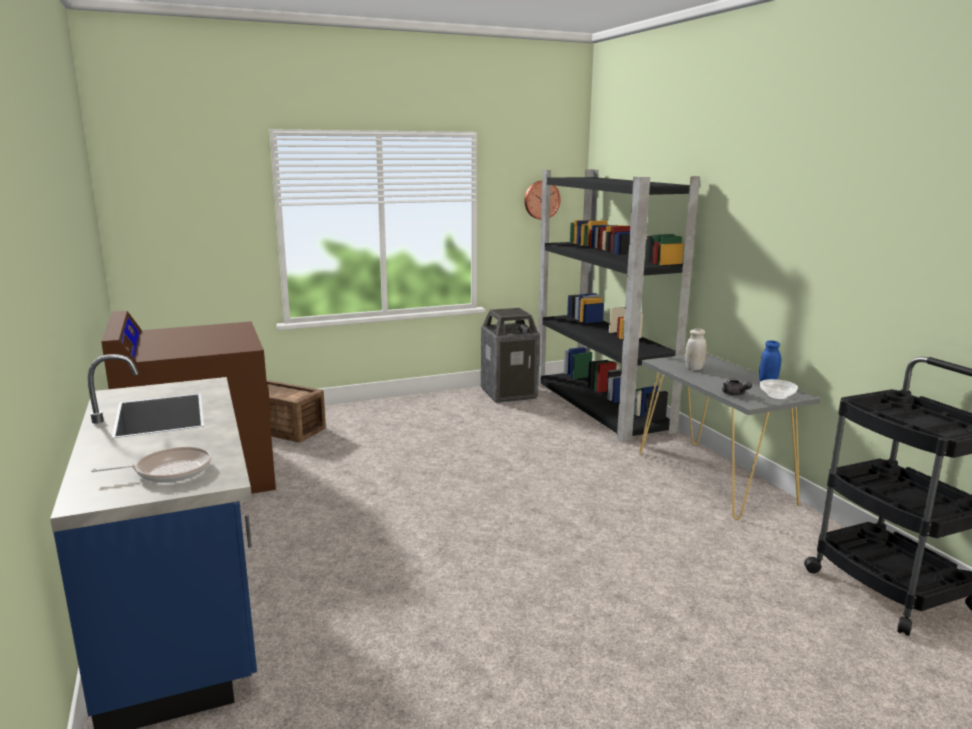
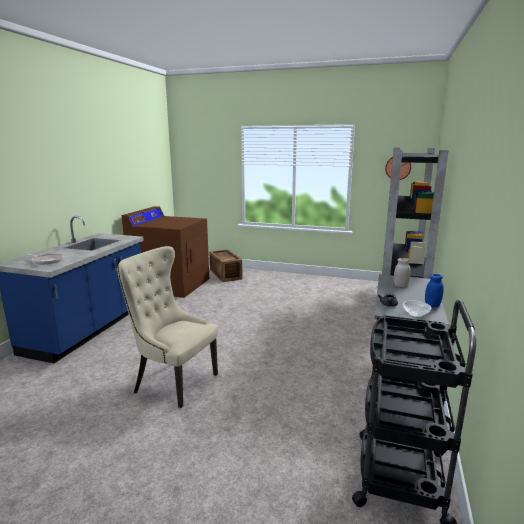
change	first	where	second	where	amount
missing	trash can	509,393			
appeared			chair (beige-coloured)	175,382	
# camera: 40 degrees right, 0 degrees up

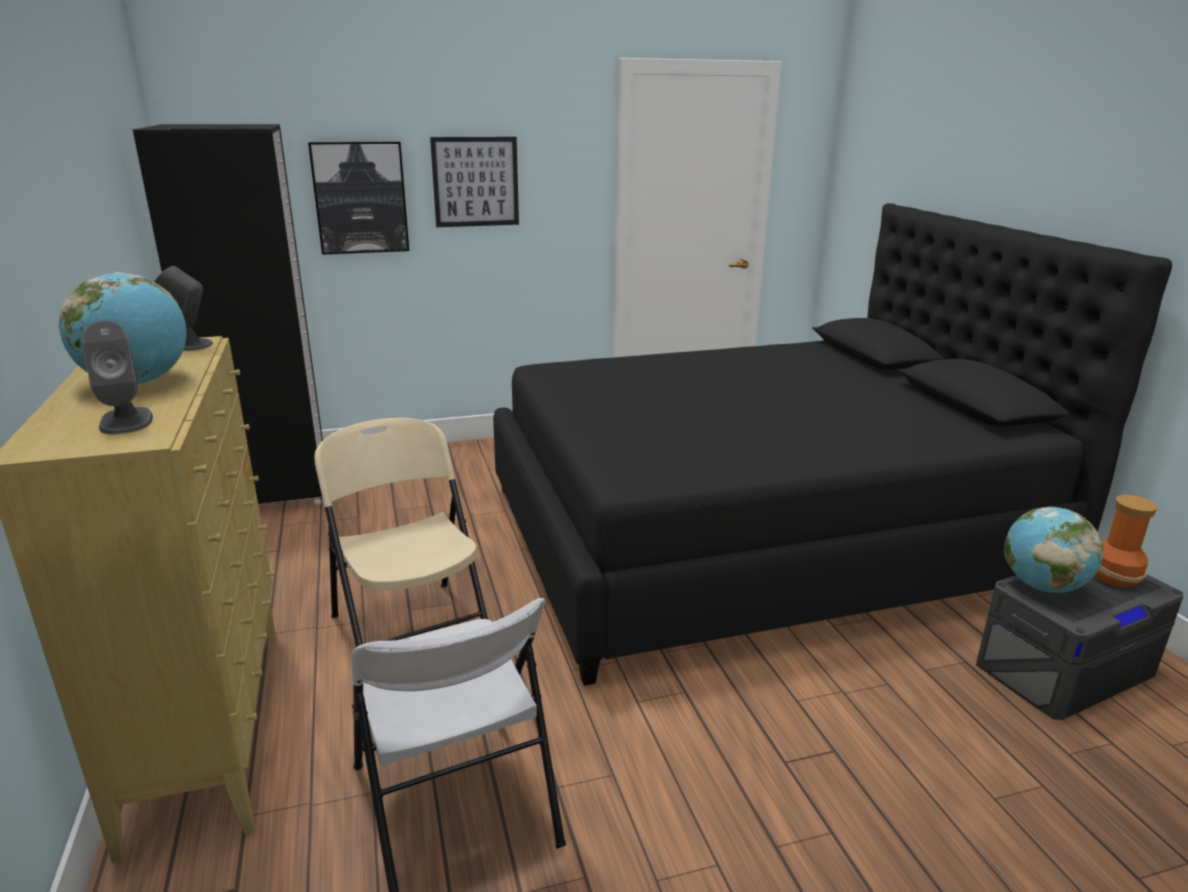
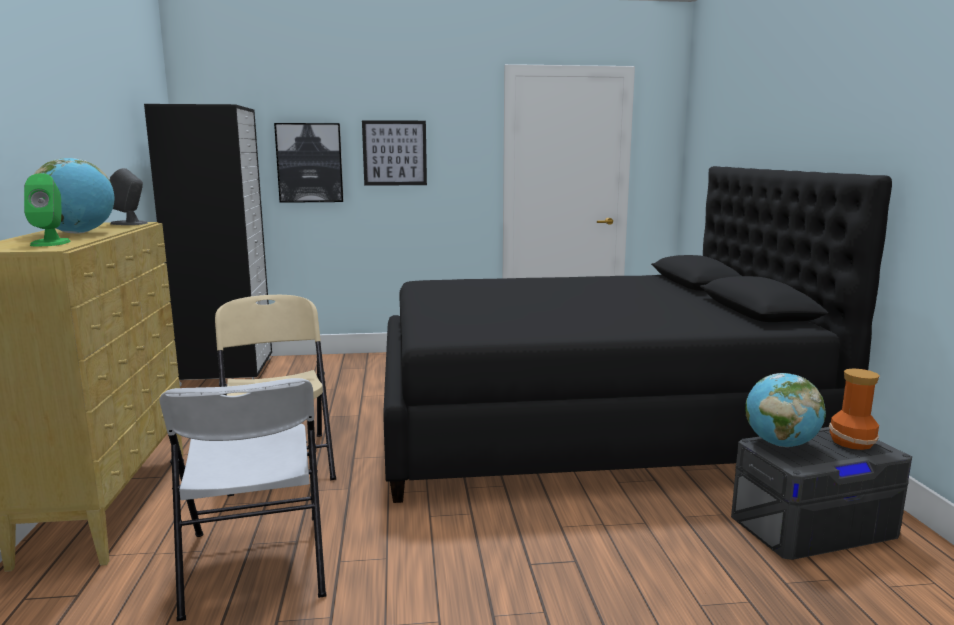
change	first	where	second	where	amount
colour	speaker (grey)	126,421	speaker (green)	50,243	
# camera: 10 degrees right, 10 degrees down

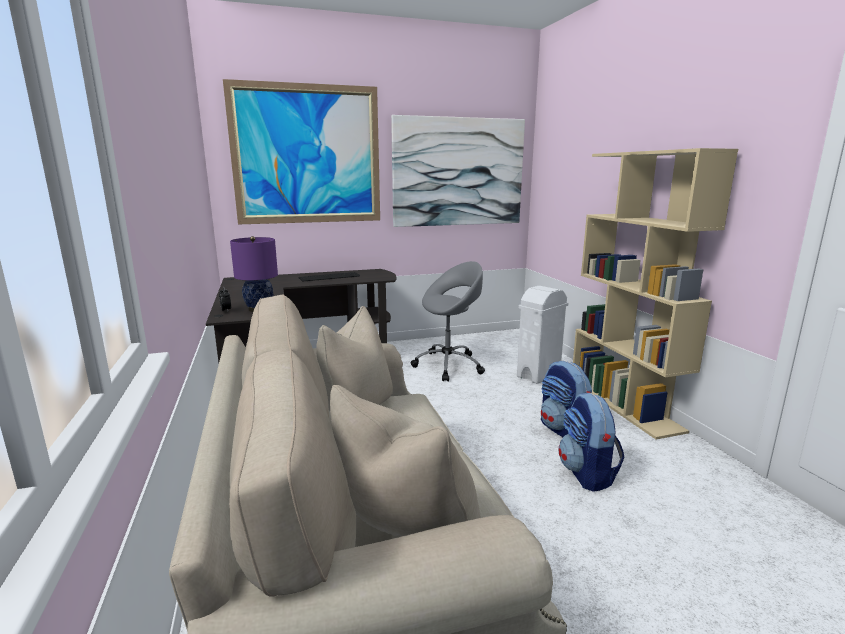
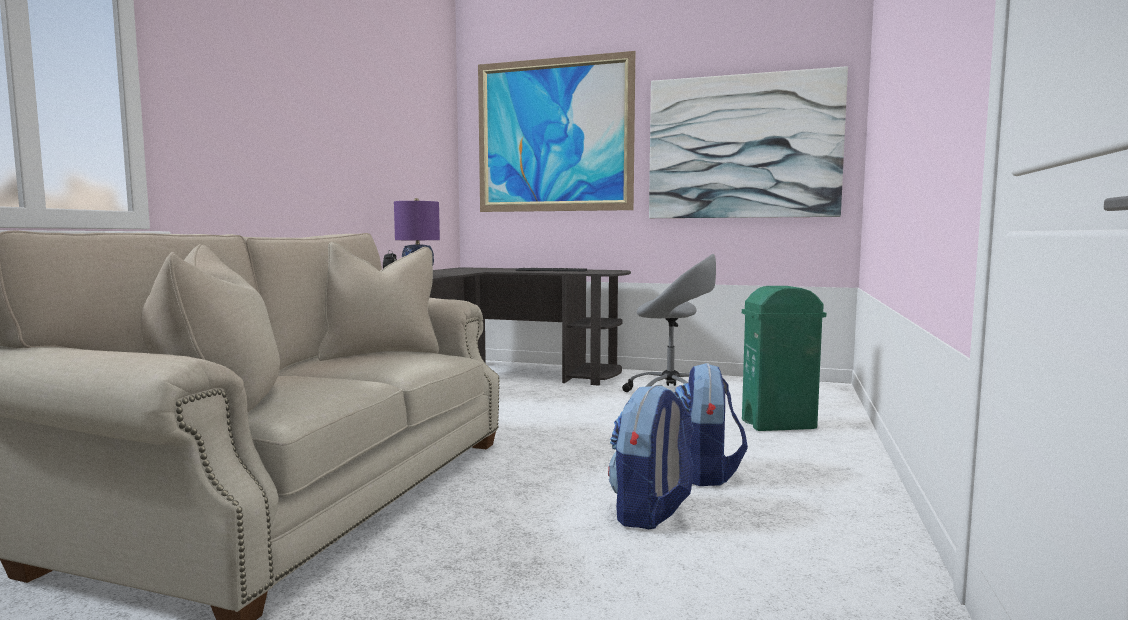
change	first	where	second	where	amount
missing	bookcase (beige-coloured)	624,404			
colour	trash can (whitish)	539,375	trash can (green)	779,425	
# camera: 35 degrees right, 10 degrees down

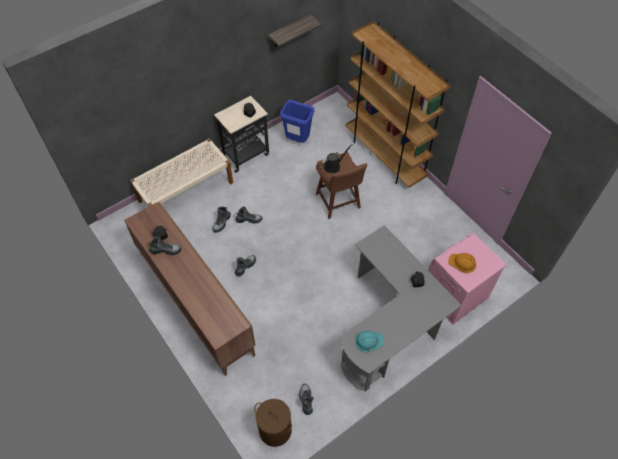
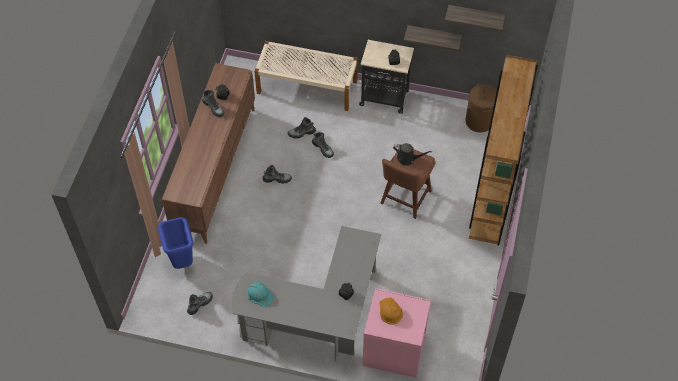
change	first	where	second	where	amount
appeared			bracket shelf	434,36	
relocated	hamper (brown)	275,430		479,121	
relocated	trash can (blue)	297,140		182,261	
# camera: 50 degrees right, 0 degrees up

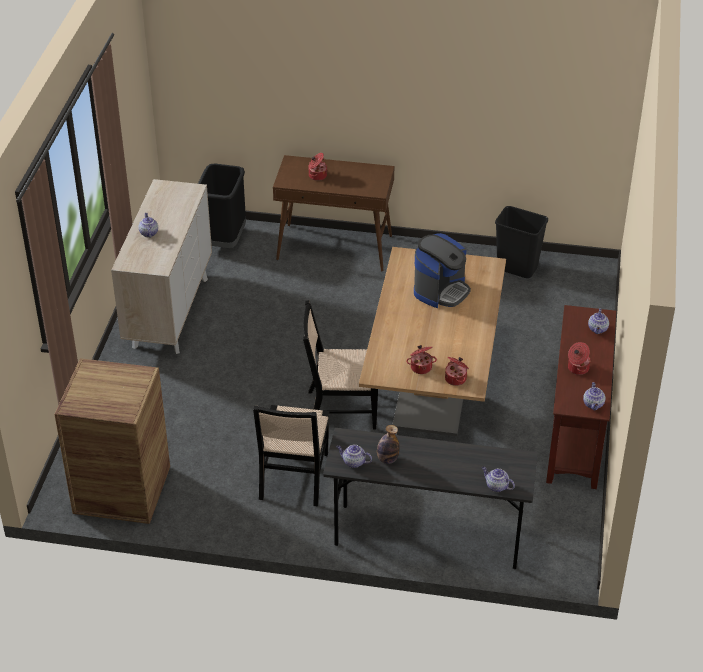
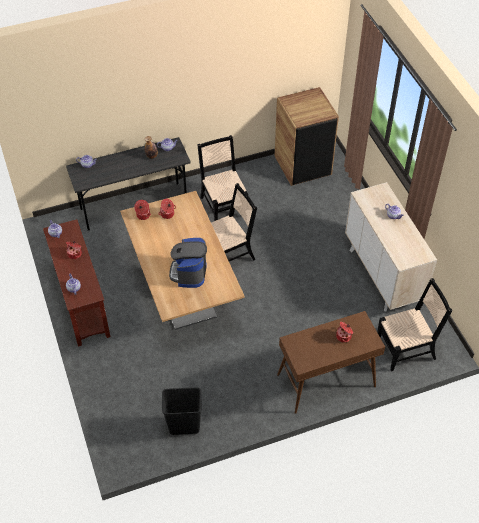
change	first	where	second	where	amount
exchanged	trash can (blackish)	223,240	chair	405,350	
# camera: 150 degrees right, 10 degrees up

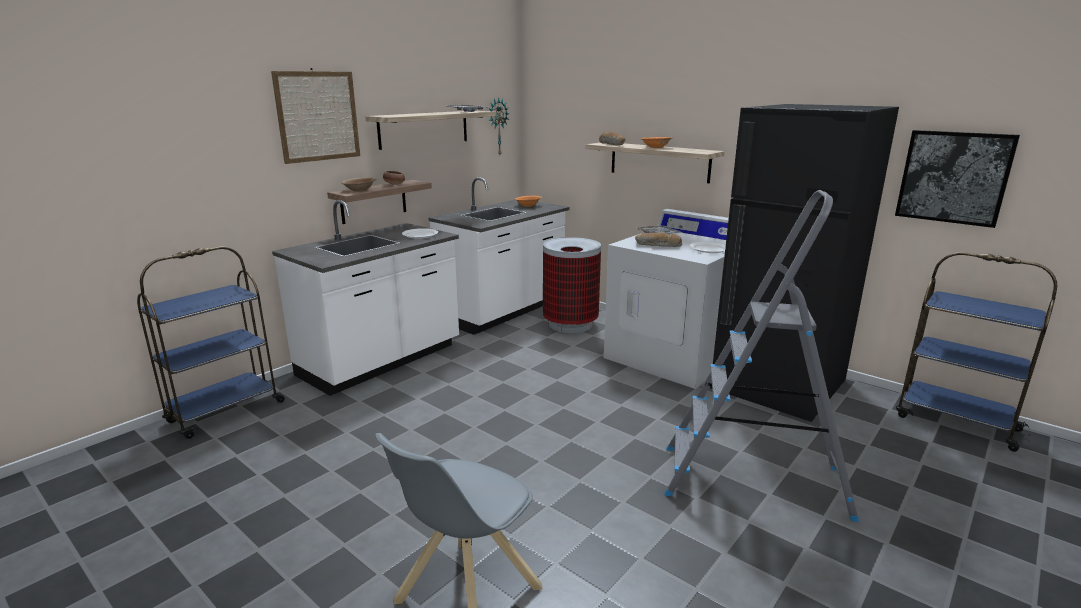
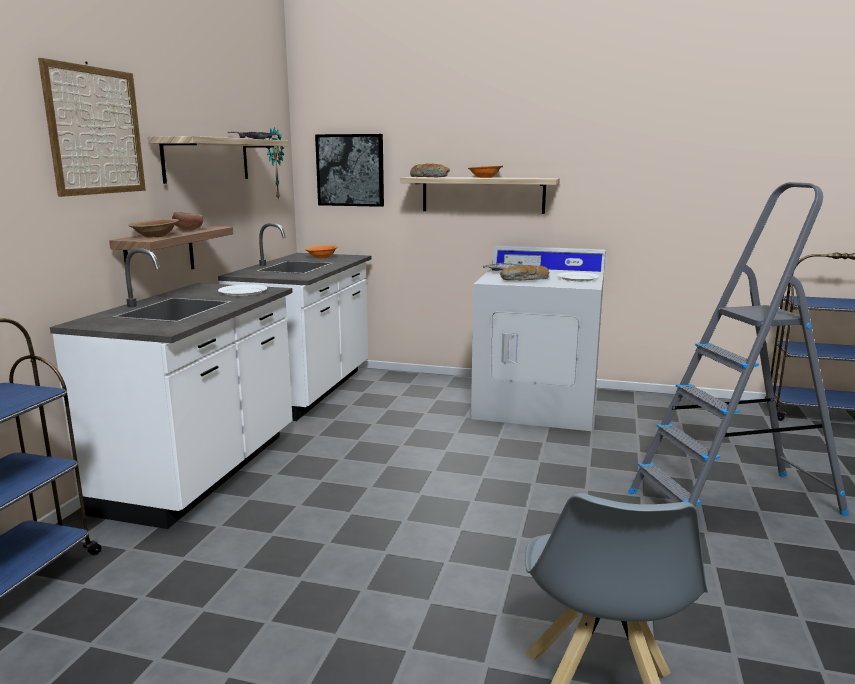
change	first	where	second	where	amount
missing	trash can	570,324			
missing	fridge (blackish)	780,384			
relocated	picture	953,177		350,170	
# camera: 25 degrees left, 5 degrees down

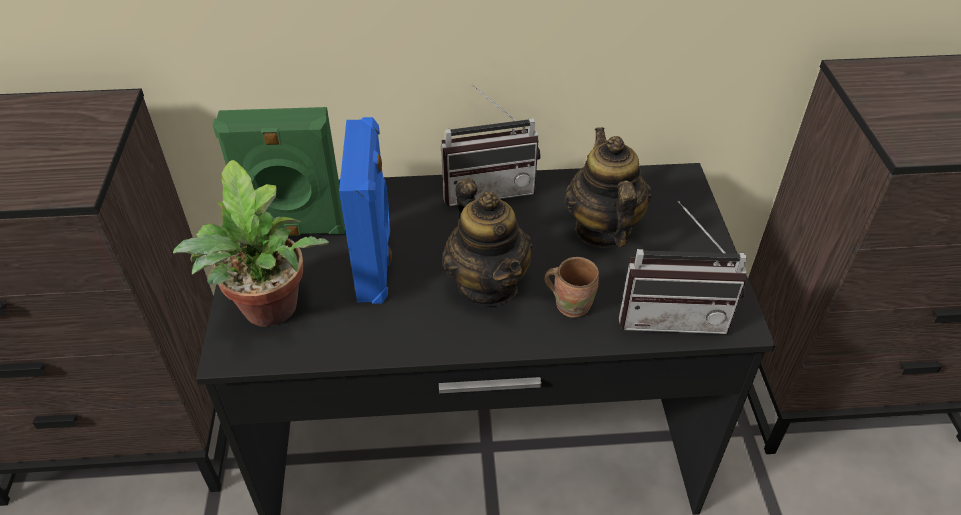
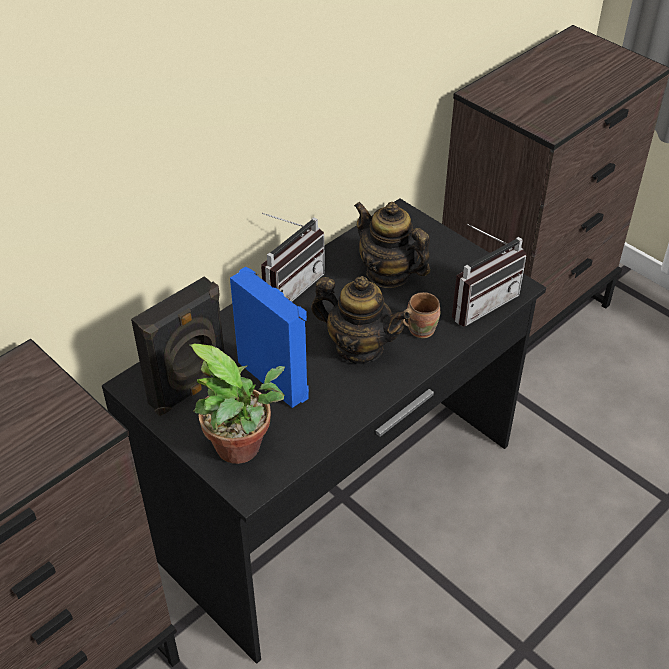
change	first	where	second	where	amount
colour	speaker (green)	295,230	speaker (blackish)	190,390	
# camera: 40 degrees left, 0 degrees up

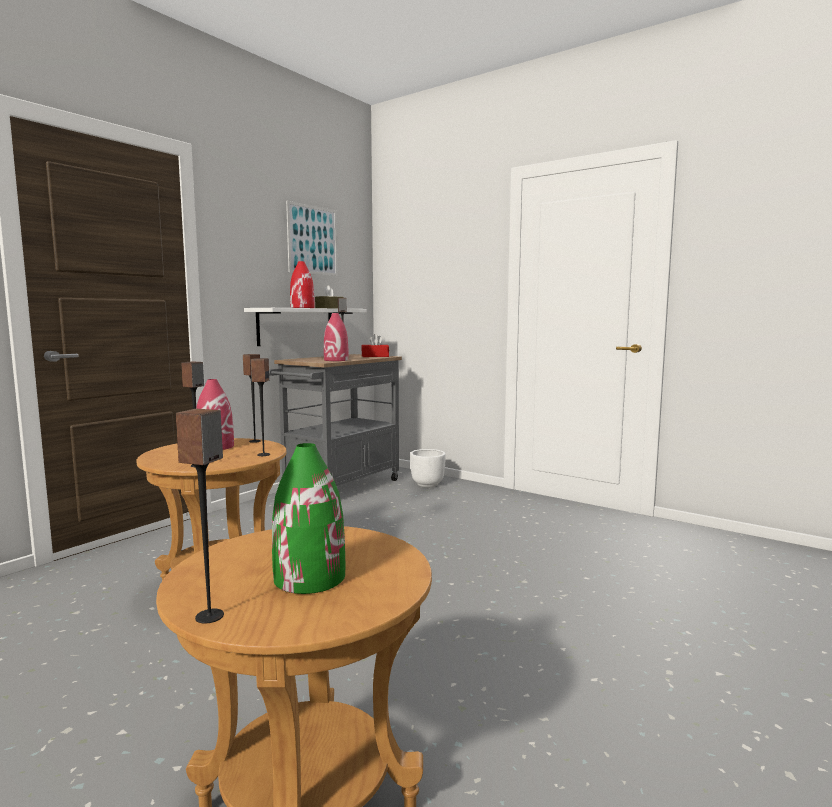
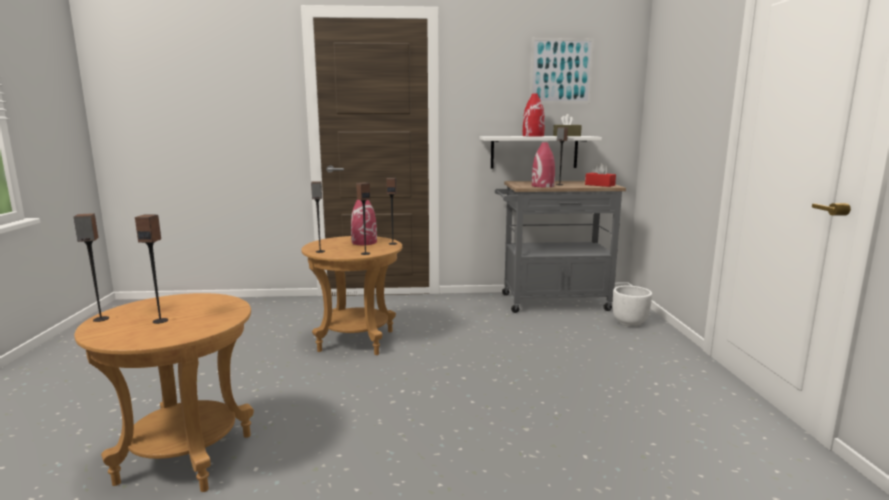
change	first	where	second	where	amount
exchanged	flower vase (green)	309,577	speaker	160,321	
# camera: 50 degrees right, 5 degrees up

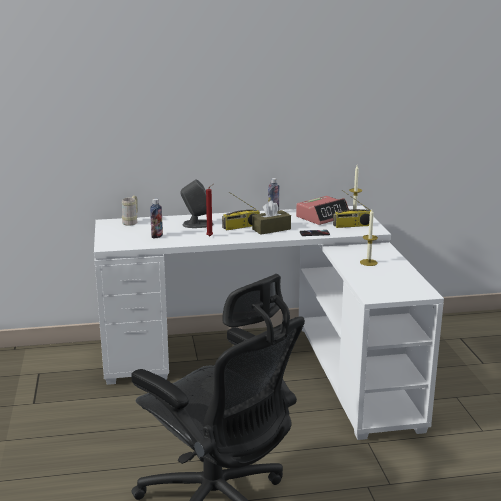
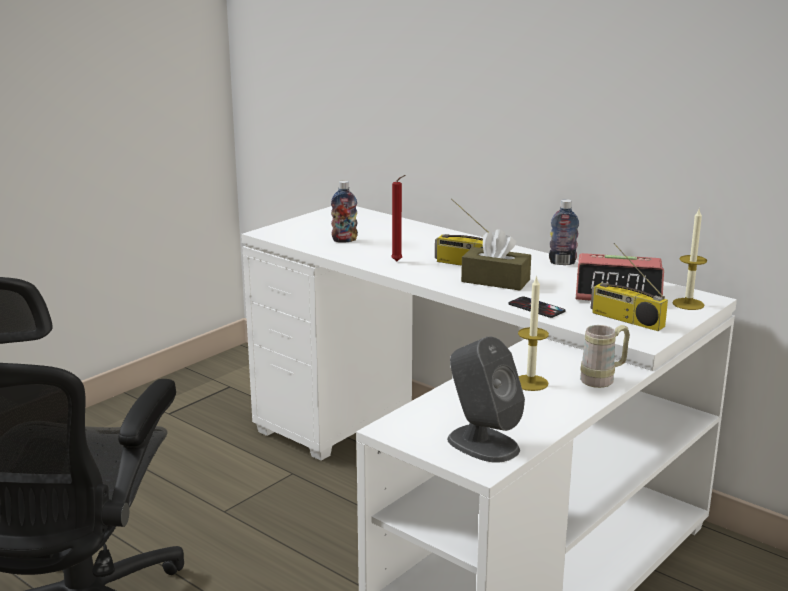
change	first	where	second	where	amount
relocated	coffee mug (beige-coloured)	131,222		603,380	
relocated	speaker (grey)	197,224		482,444	
# camera: 50 degrees right, 0 degrees up

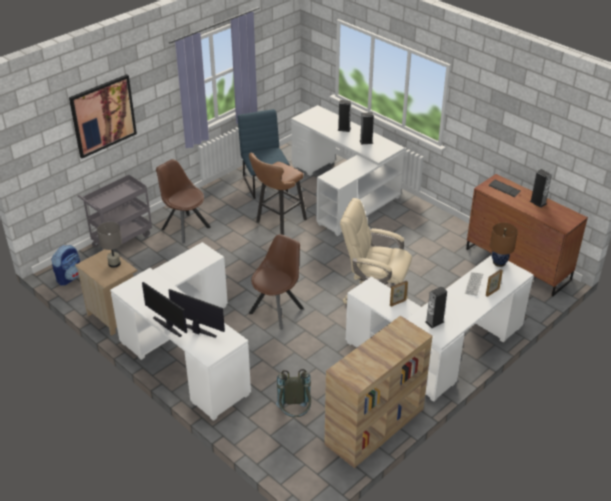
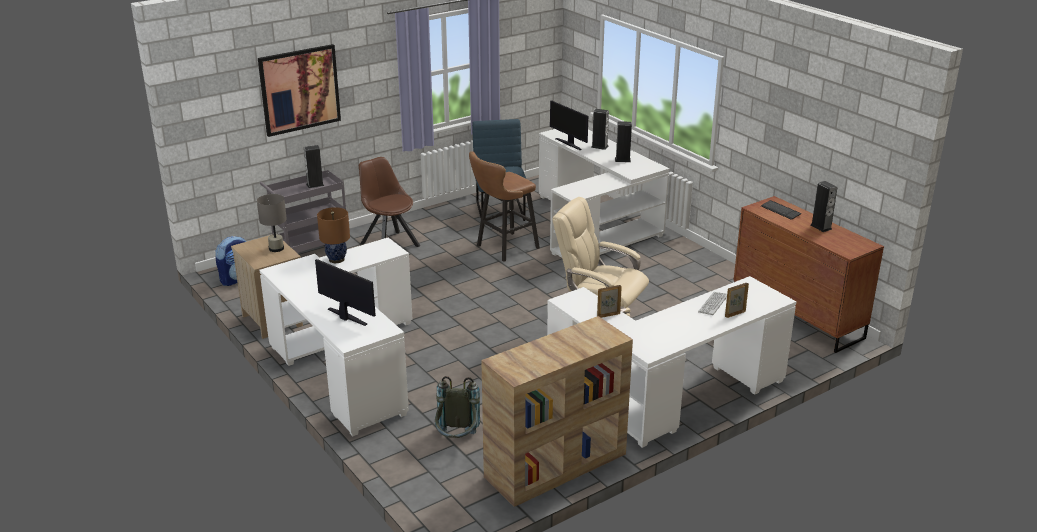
change	first	where	second	where	amount
missing	chair (brown)	277,310			
relocated	computer display	168,326		569,144	
relocated	speaker	434,322		315,185	
relocated	lamp for a table (brown)	499,262		336,259	
# camera: 10 degrees right, 10 degrees down

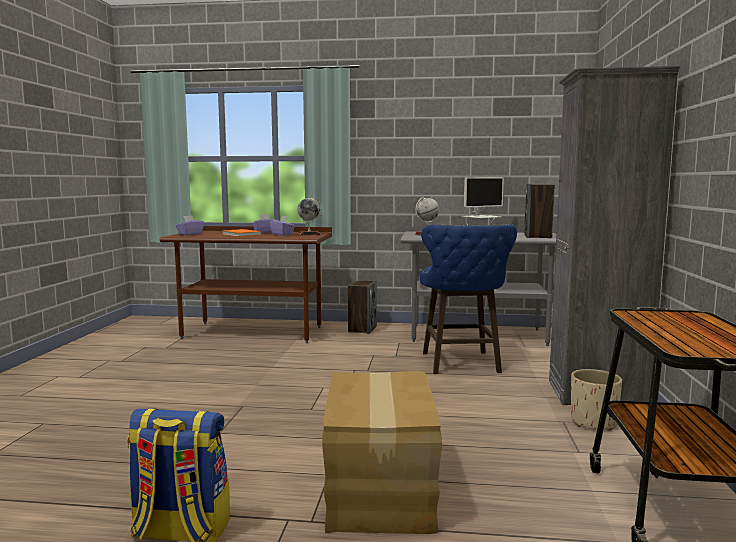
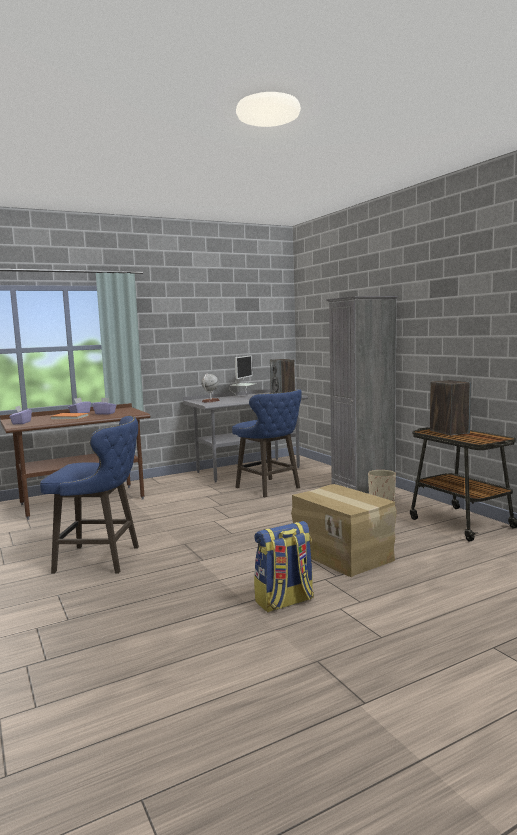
change	first	where	second	where	amount
missing	globe	309,234			
appeared			stool seat (blue)	102,559	
relocated	speaker	362,329		448,432	
# camera: 35 degrees left, 0 degrees up

